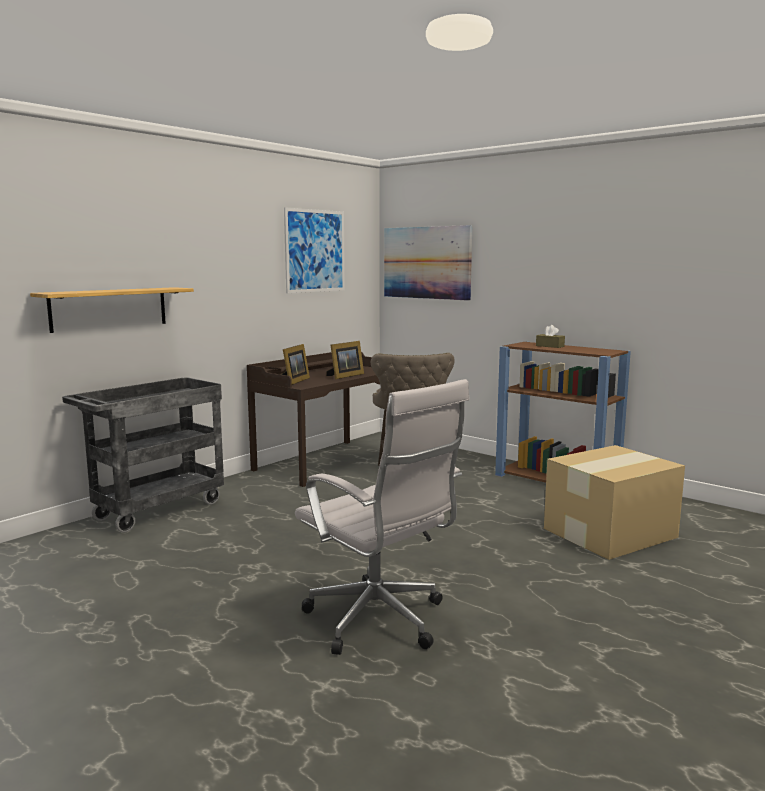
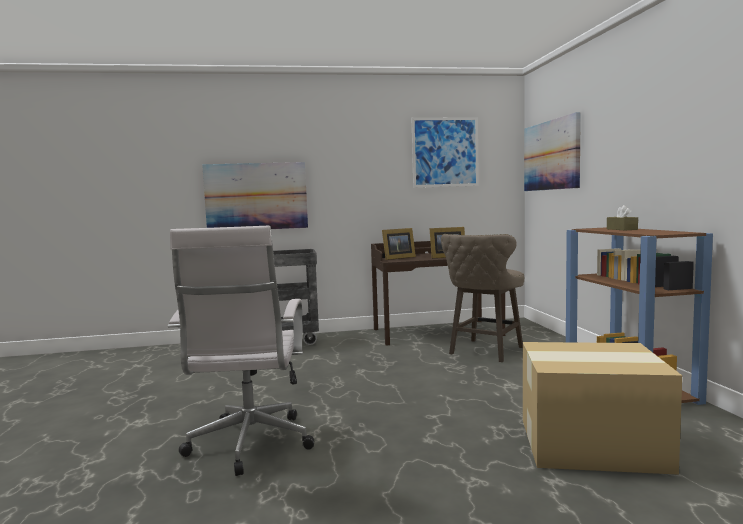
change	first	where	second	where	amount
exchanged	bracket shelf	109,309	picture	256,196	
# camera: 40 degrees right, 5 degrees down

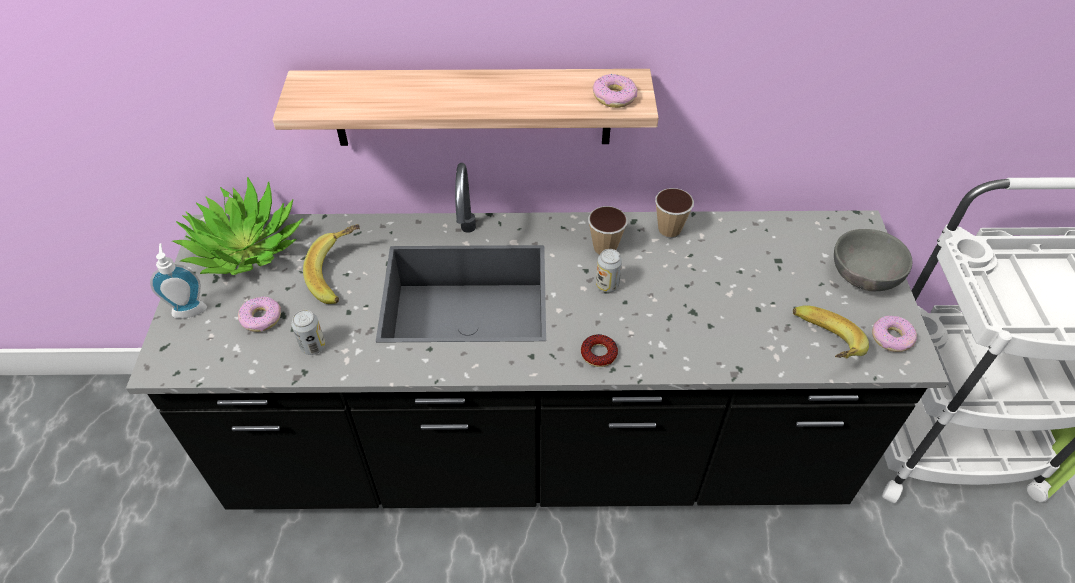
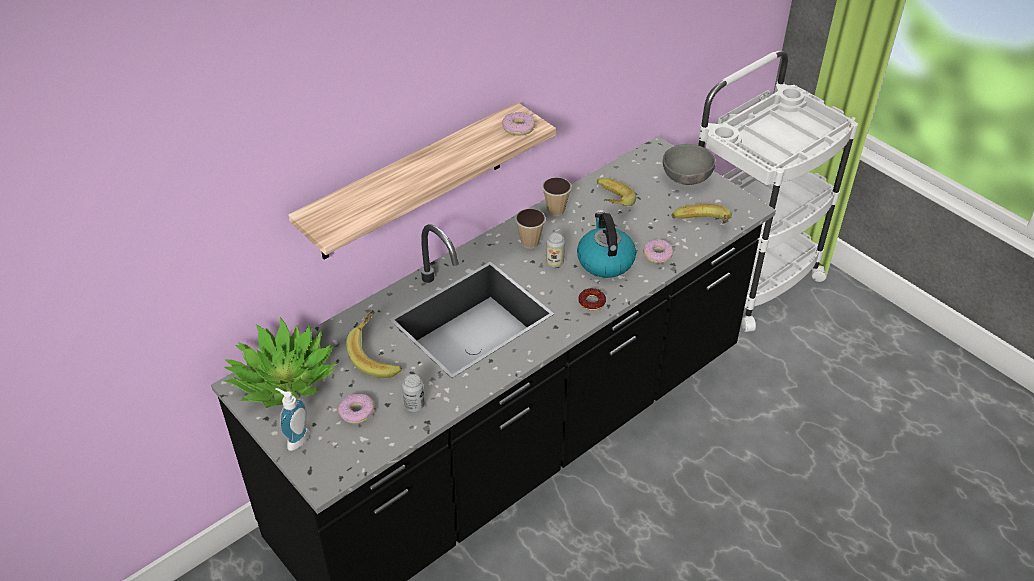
change	first	where	second	where	amount
appeared			tea kettle	604,261	
appeared			whole banana	609,204	
relocated	donut	891,338		657,255	
# camera: 40 degrees left, 5 degrees down

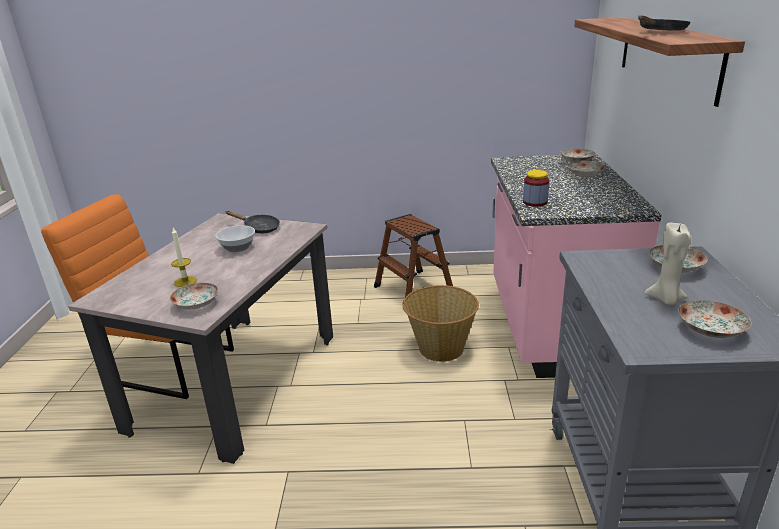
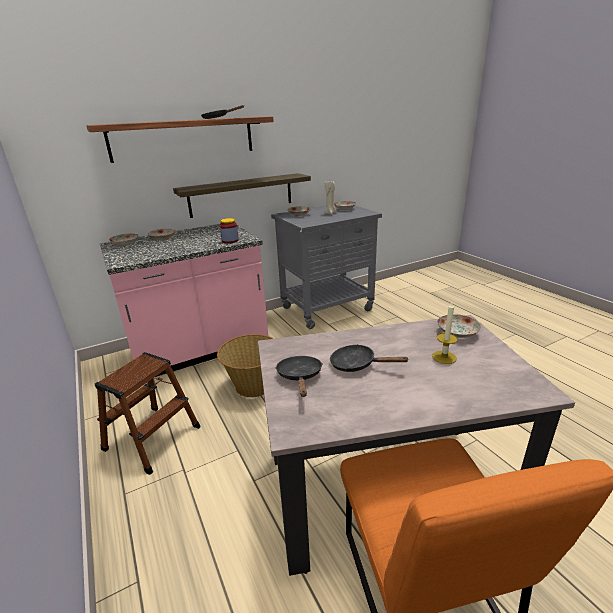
change	first	where	second	where	amount
appeared			bracket shelf	241,195	
exchanged	serving bowl	237,248	frying pan (blackish)	357,365	
# camera: 120 degrees left, 0 degrees up

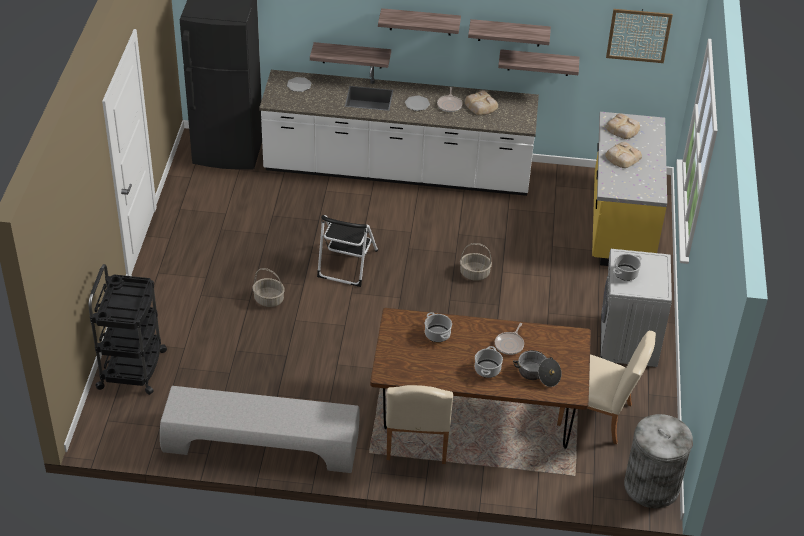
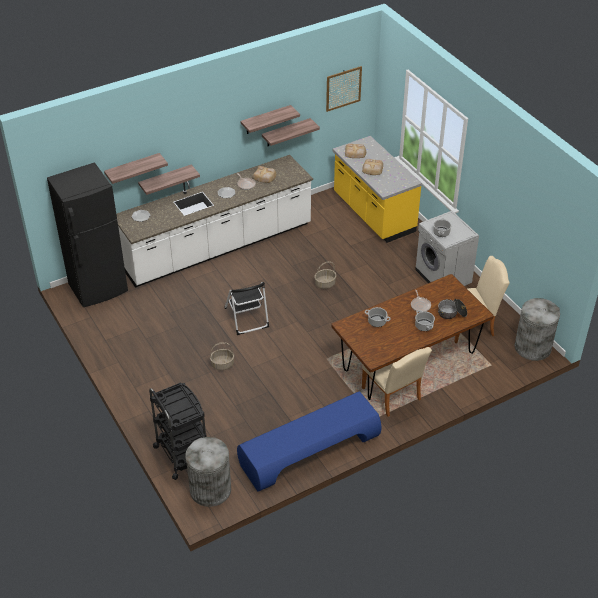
change	first	where	second	where	amount
appeared			trash can (grey)	210,489	
relocated	bracket shelf	420,22		132,169	
colour	bench (grey)	261,444	bench (blue)	309,451	
# camera: 35 degrees left, 0 degrees up

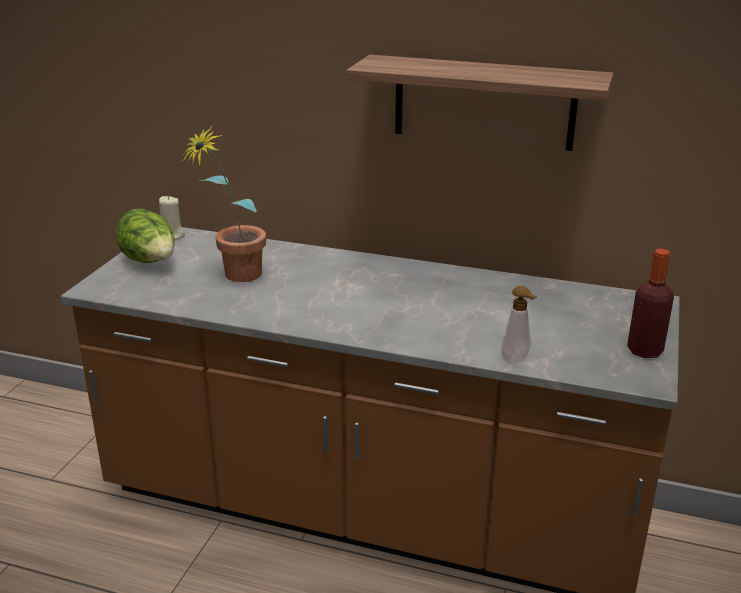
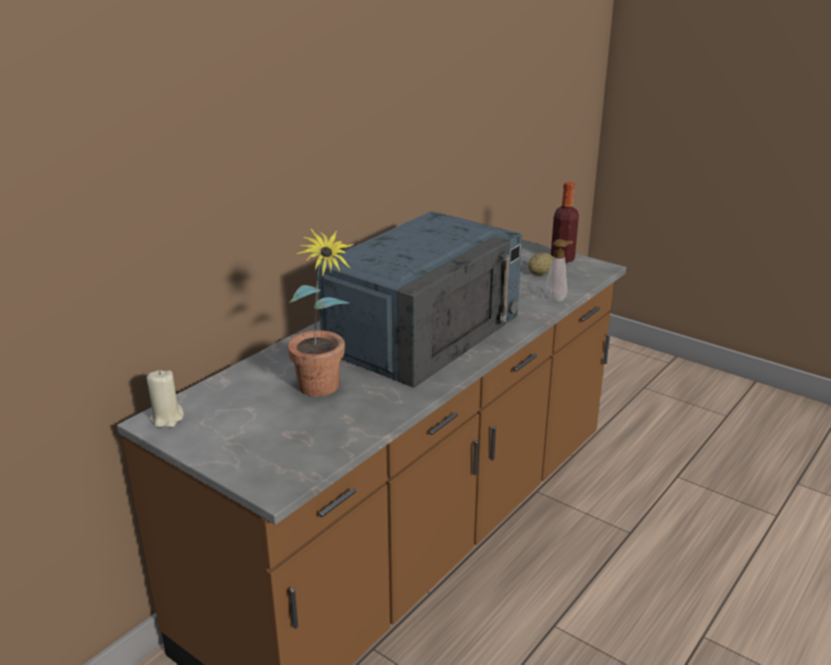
change	first	where	second	where	amount
missing	lettuce head	150,262			
missing	bracket shelf	484,102			
appeared			microwave (blue)	423,332	
appeared			potato	540,273	
# camera: 70 degrees left, 0 degrees up

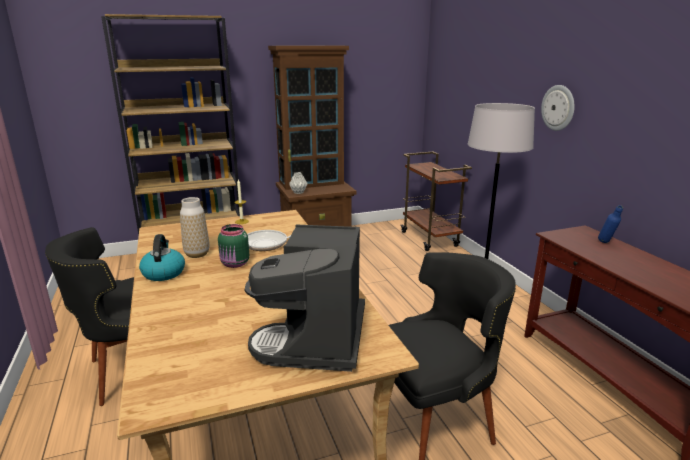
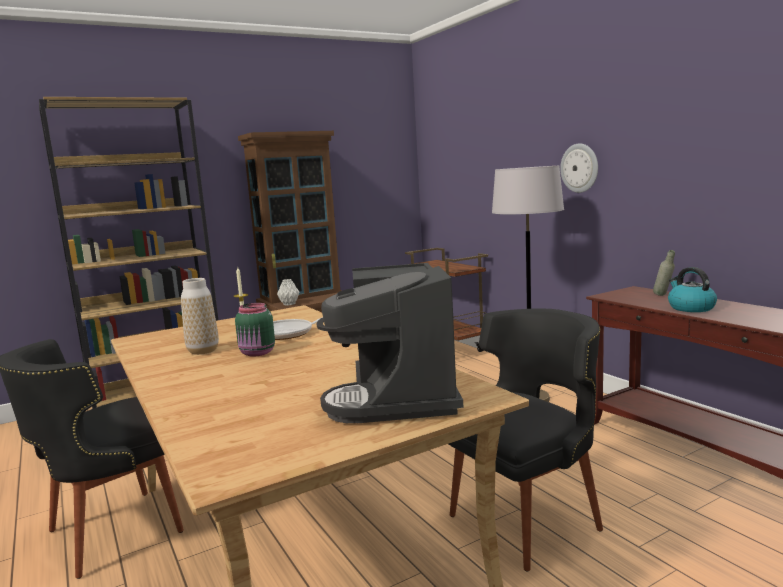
change	first	where	second	where	amount
relocated	tea kettle	163,273		690,308	
colour	drink bottle (blue)	606,243	drink bottle (grey)	663,296	
# camera: 10 degrees left, 10 degrees down

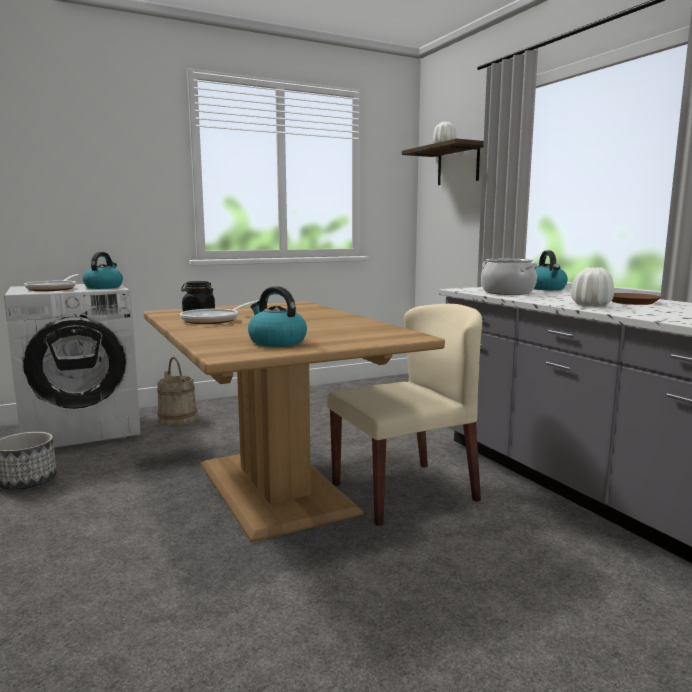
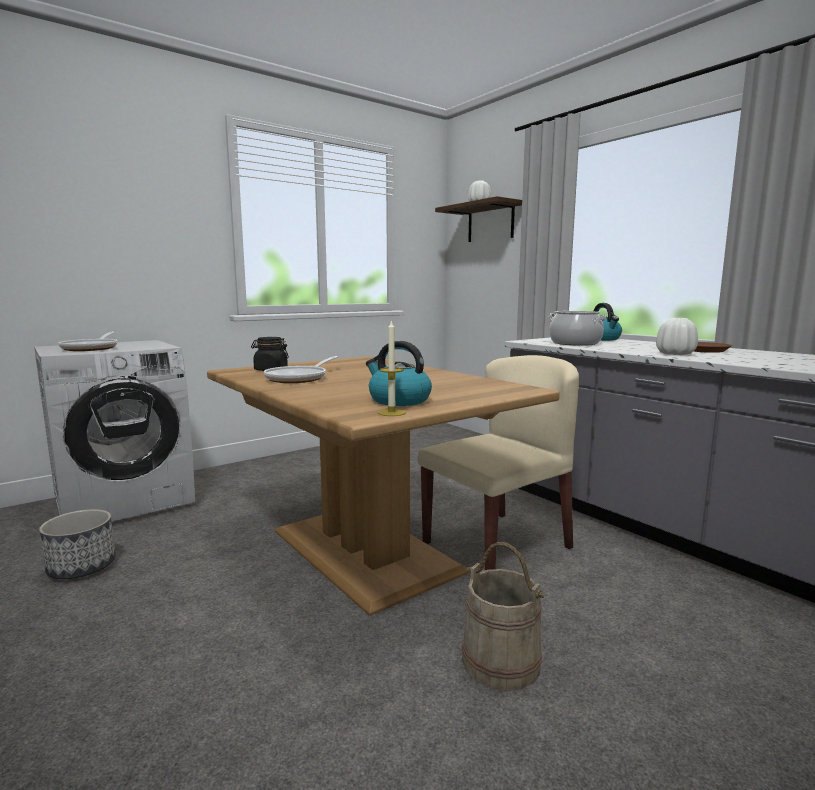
change	first	where	second	where	amount
missing	tea kettle	104,287			
appeared			candle	391,412	
relocated	pail (beige-coloured)	177,418		500,661	
# camera: 10 degrees left, 0 degrees up

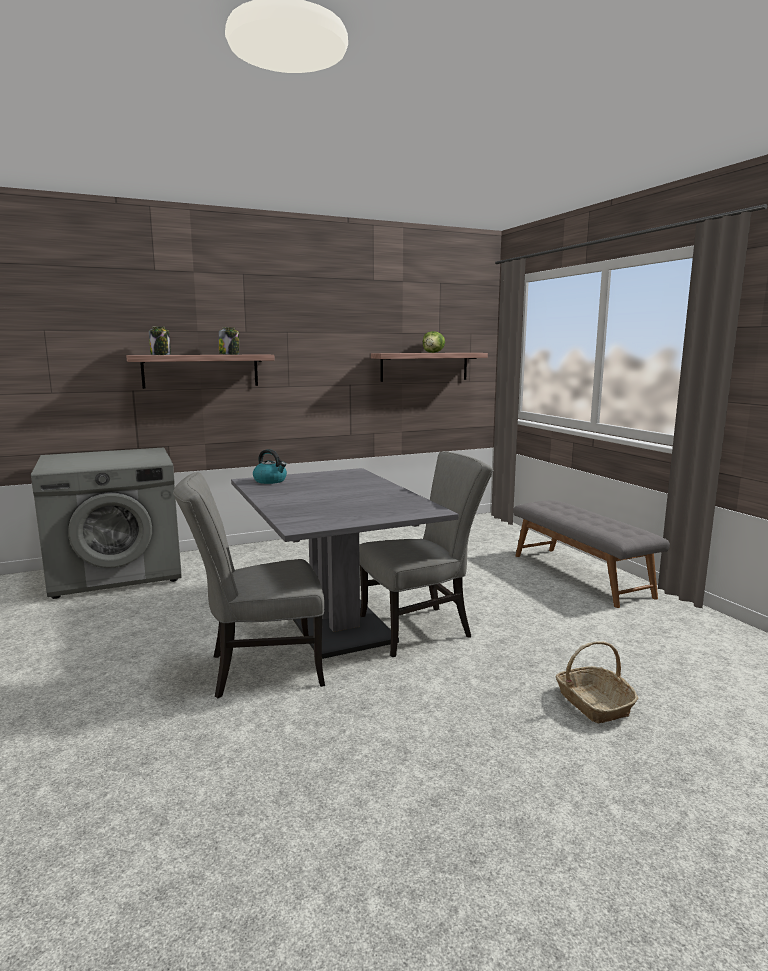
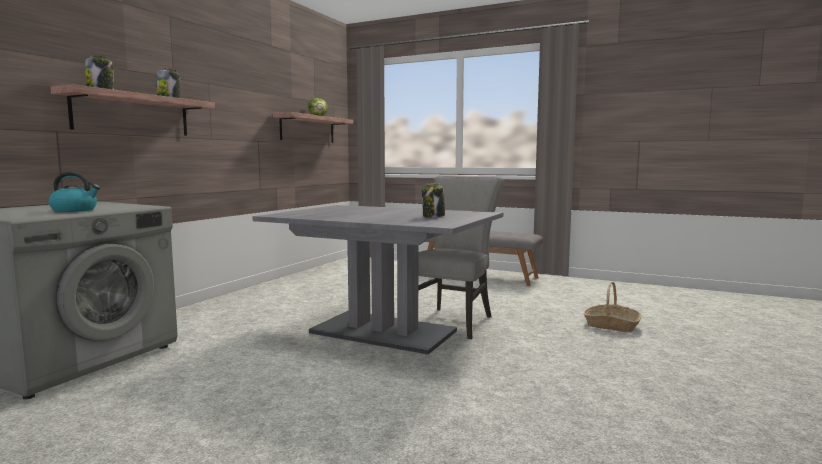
change	first	where	second	where	amount
missing	chair (grey)	258,669			
appeared			jar	433,216	
relocated	tea kettle	270,481		75,210	
# camera: 40 degrees left, 5 degrees down

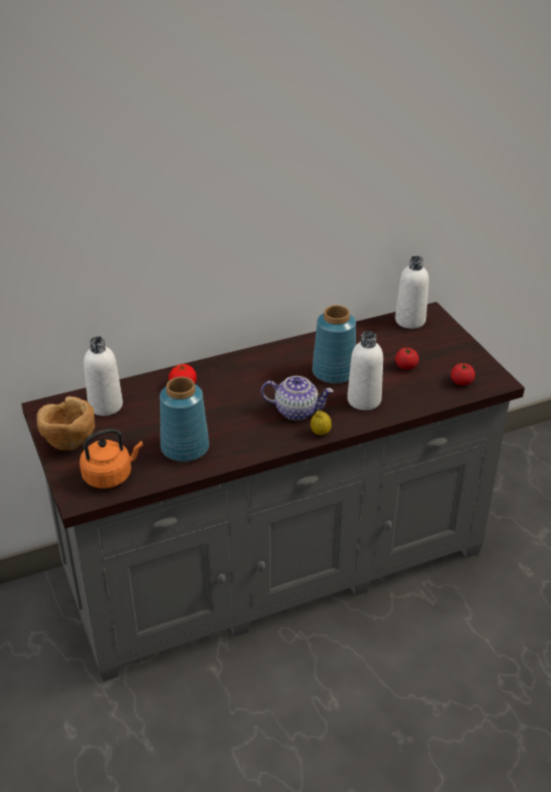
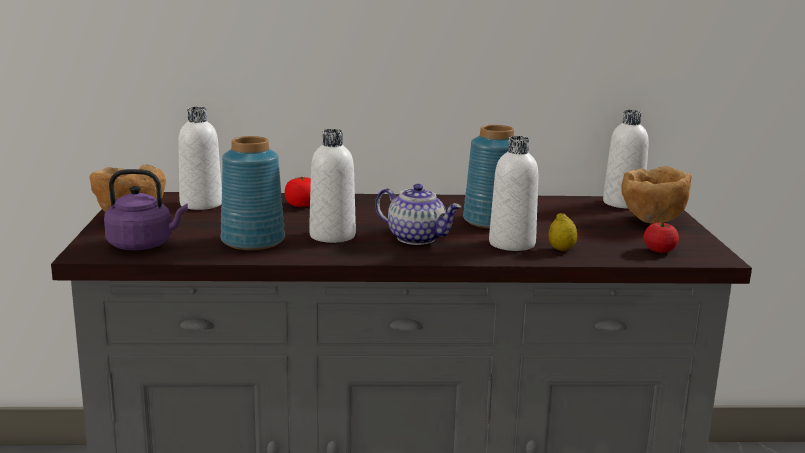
change	first	where	second	where	amount
missing	tomato	406,366			
appeared			drink bottle (whitish)	332,236	
appeared			serving bowl (brown)	652,222	
relocated	lemon	320,433		561,249	
colour	tea kettle (orangey)	110,476	tea kettle (purplish)	143,245	
# camera: 20 degrees right, 20 degrees down

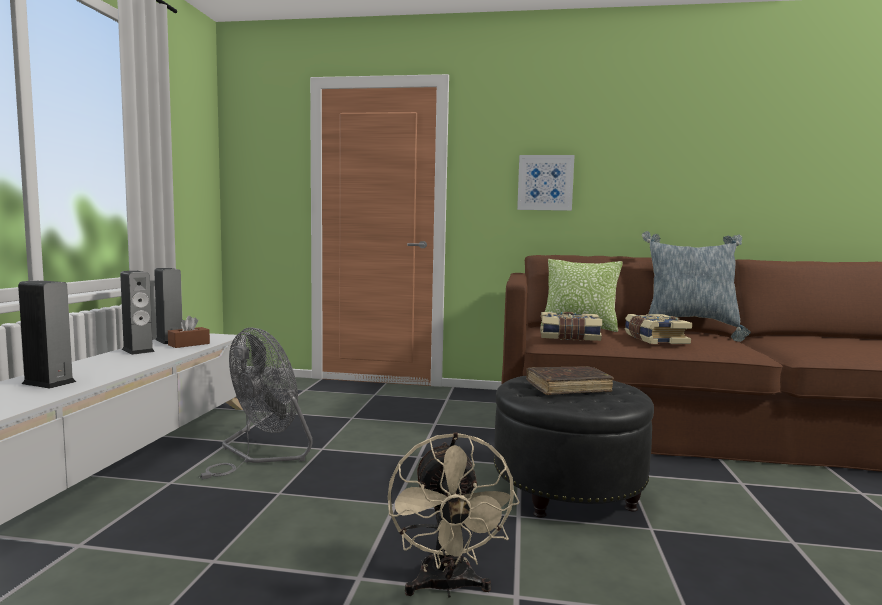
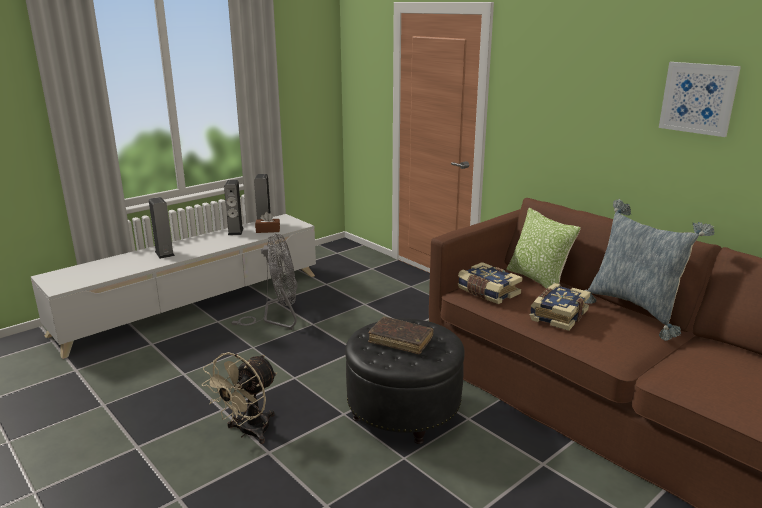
change	first	where	second	where	amount
relocated	picture	545,183		698,98	
# camera: 40 degrees right, 15 degrees up

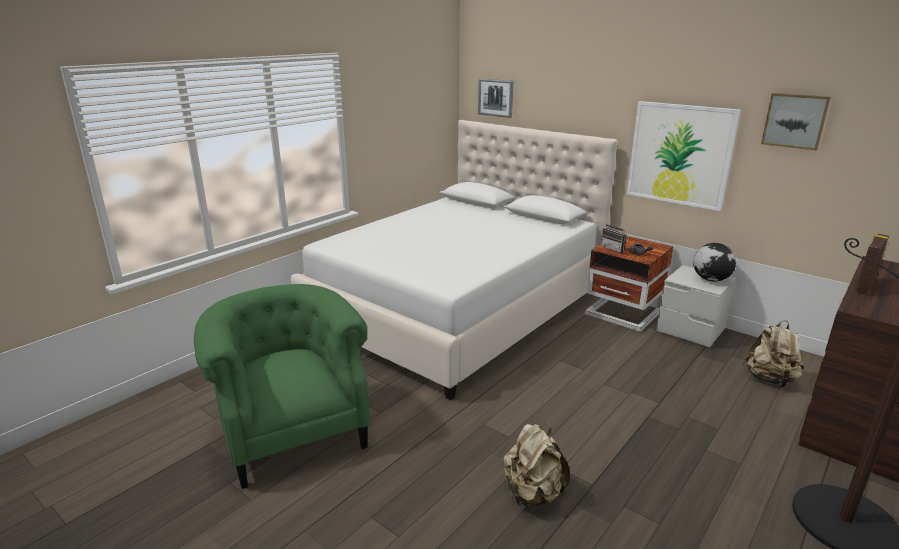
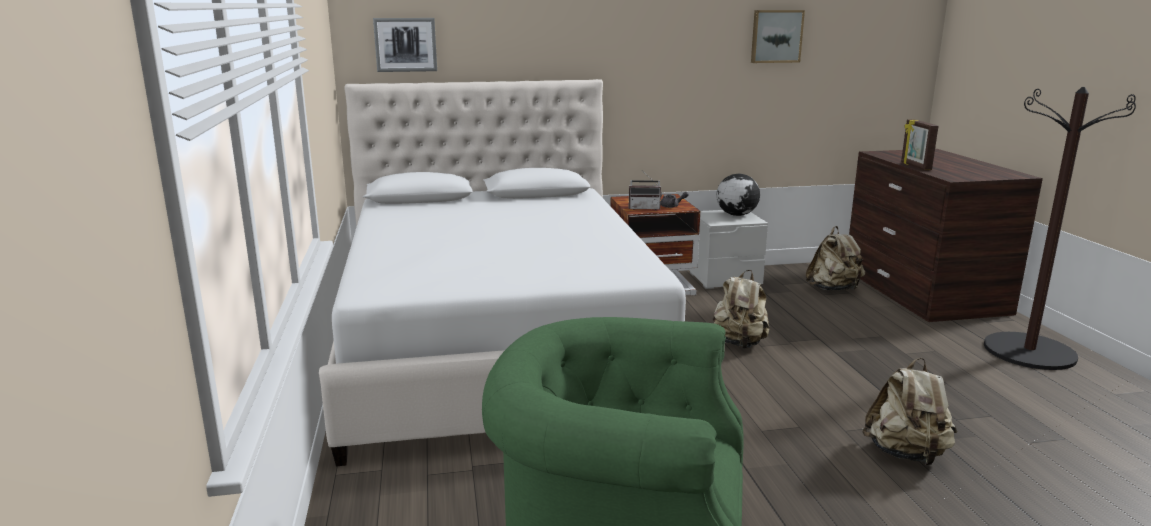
change	first	where	second	where	amount
missing	picture	680,154			
appeared			backpack (beige-coloured)	739,343	
# camera: 50 degrees left, 5 degrees down

